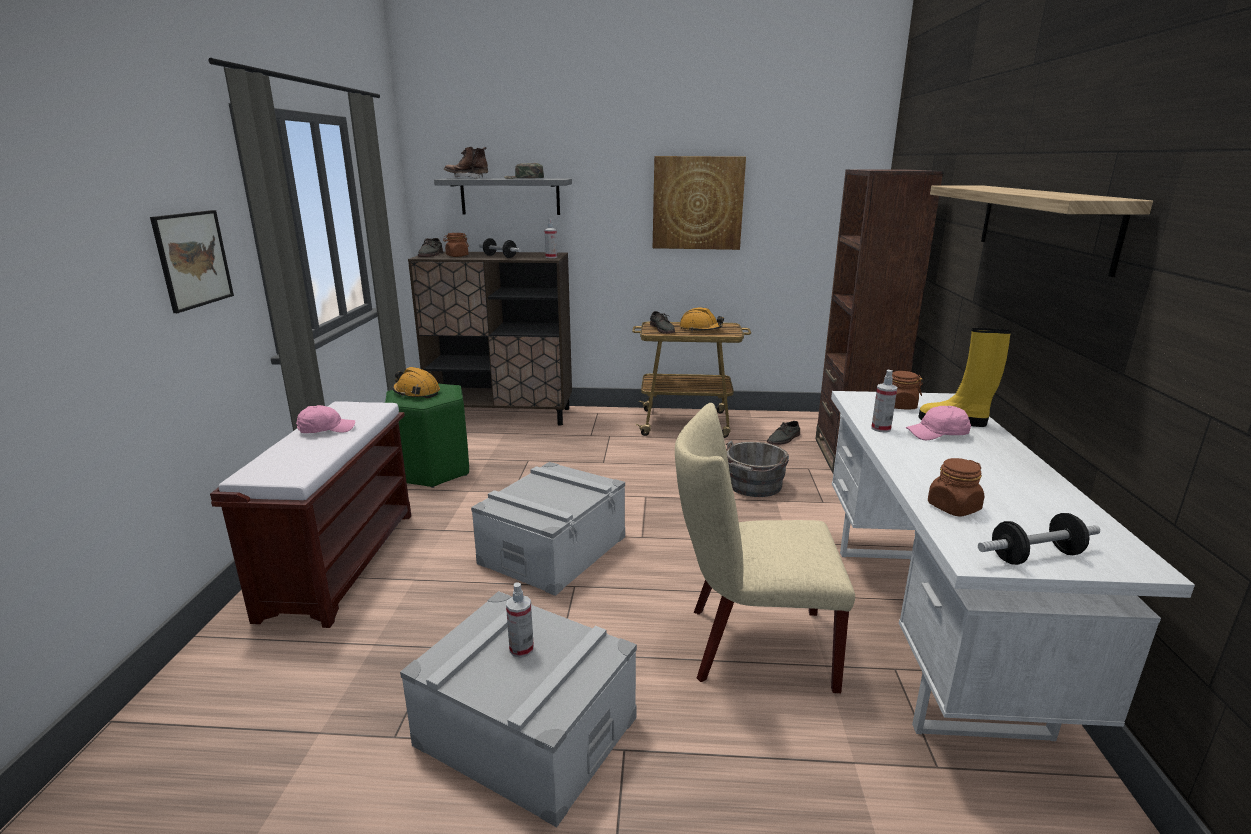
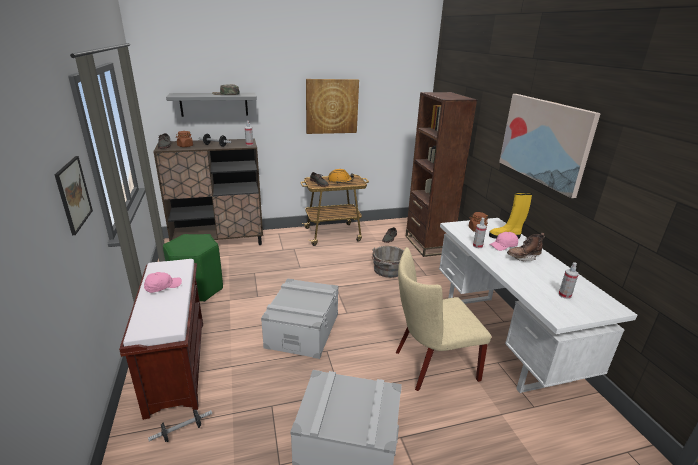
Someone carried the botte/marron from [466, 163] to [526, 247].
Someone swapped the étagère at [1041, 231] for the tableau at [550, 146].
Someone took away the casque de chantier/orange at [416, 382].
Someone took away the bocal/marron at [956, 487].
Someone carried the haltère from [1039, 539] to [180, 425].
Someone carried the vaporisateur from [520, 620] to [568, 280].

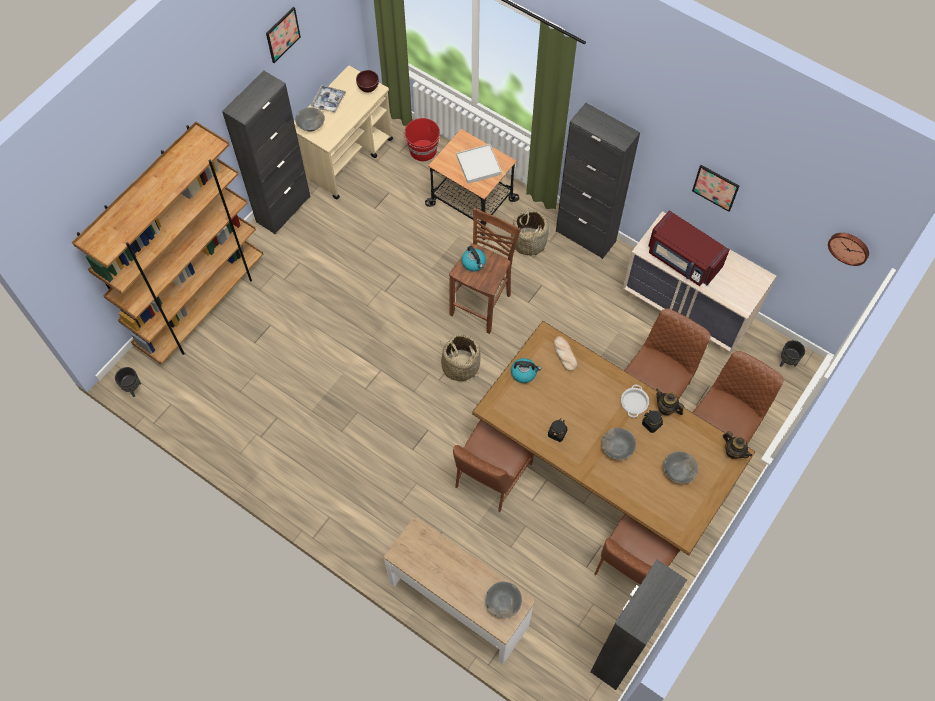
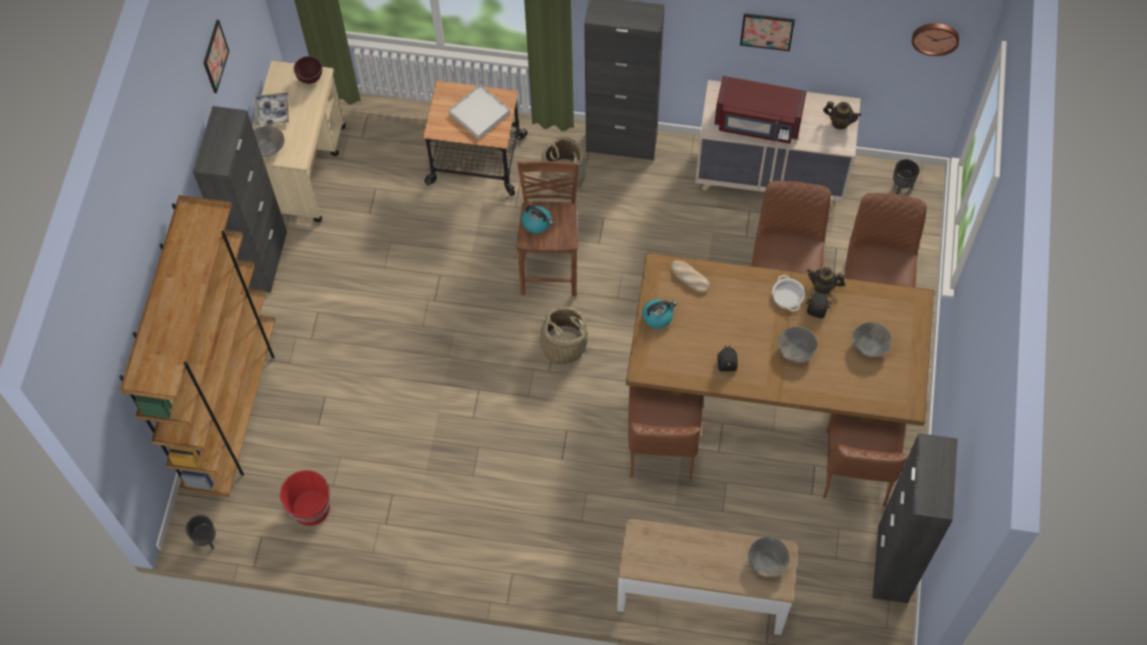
Someone carried the seau/rouge from [422, 139] to [305, 498].
Someone carried the théière from [737, 445] to [842, 115].

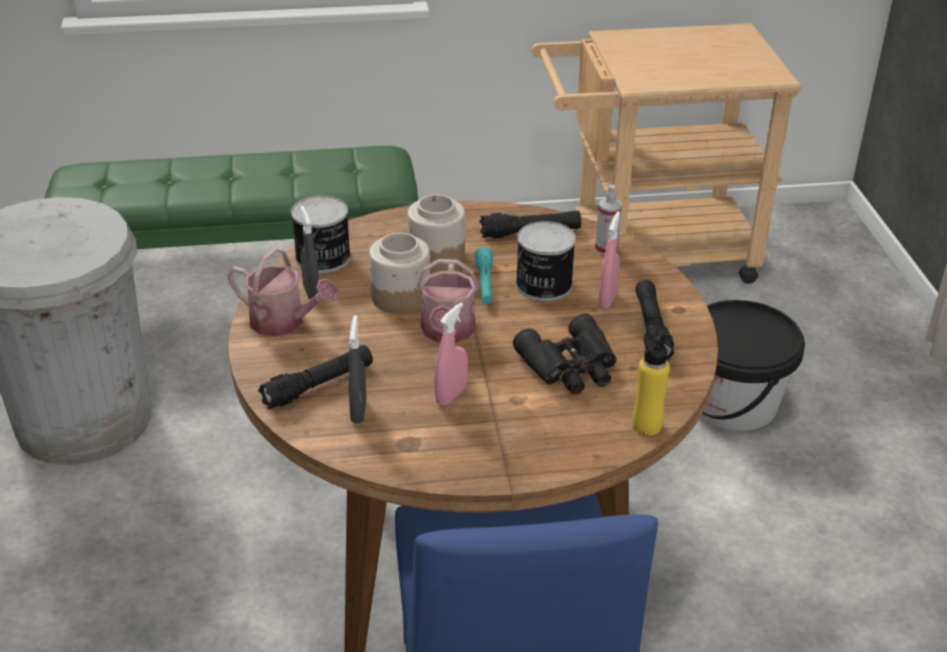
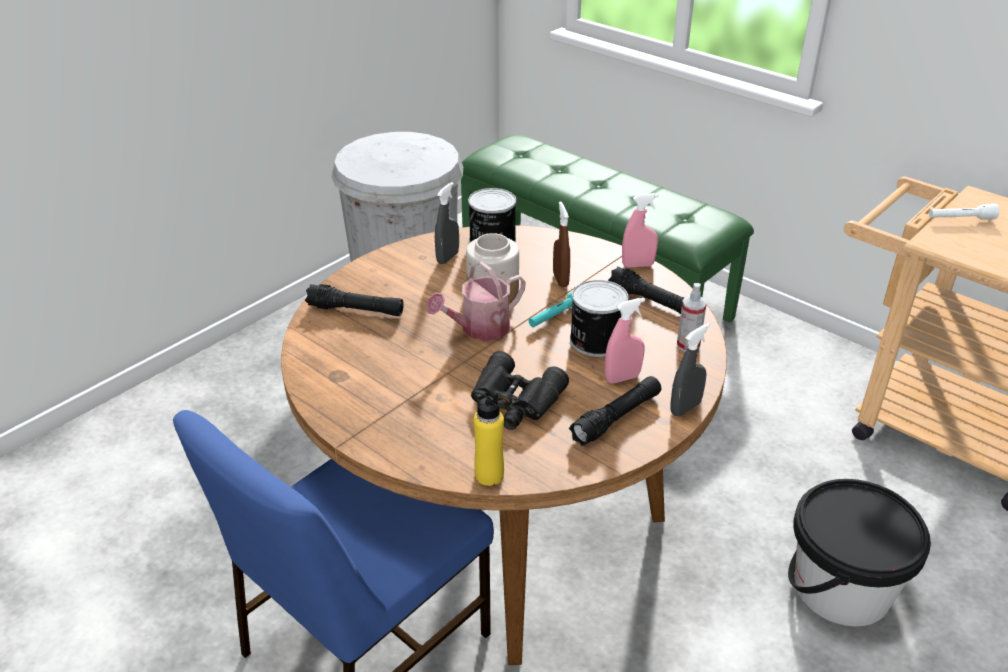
Someone swapped the bocal at [436, 233] for the vaporisateur/marron at [561, 244].
Someone took away the arrosoir at [283, 292].
Someone carried the vaporisateur/rose from [451, 354] to [640, 230].
Someone carried the vaporisateur/gris from [358, 369] to [690, 369].
Someone put down the lampe de poche/blanc at [964, 211].

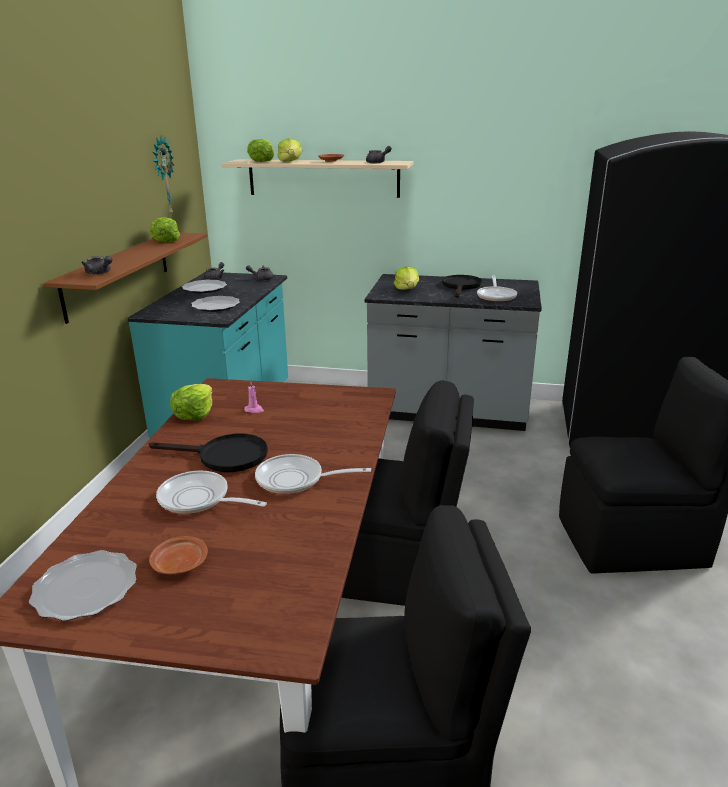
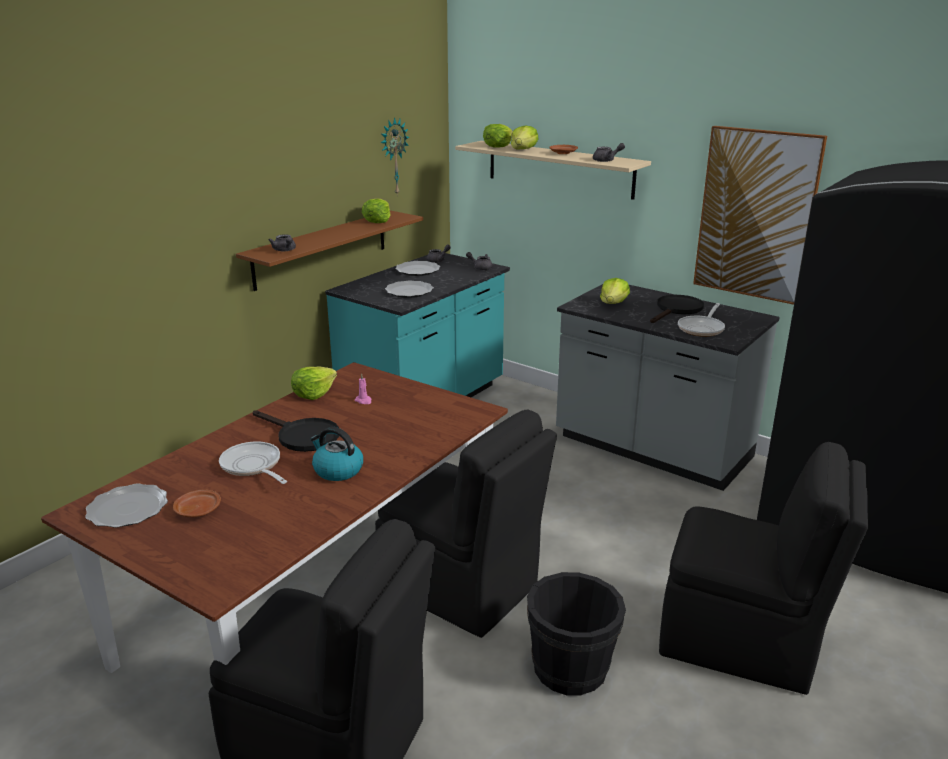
Someone swapped the poêle at [313, 474] for the bouilloire at [336, 454].
Someone put up the tableau at [760, 215].
Someone put down the seau/noir at [576, 634].

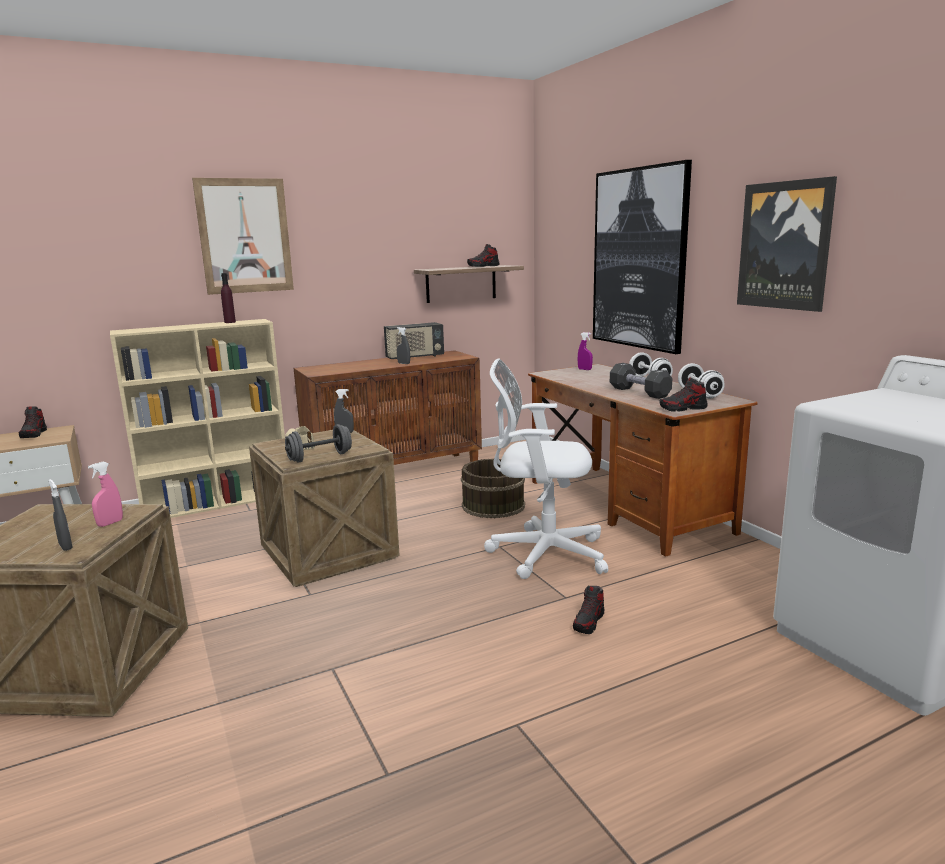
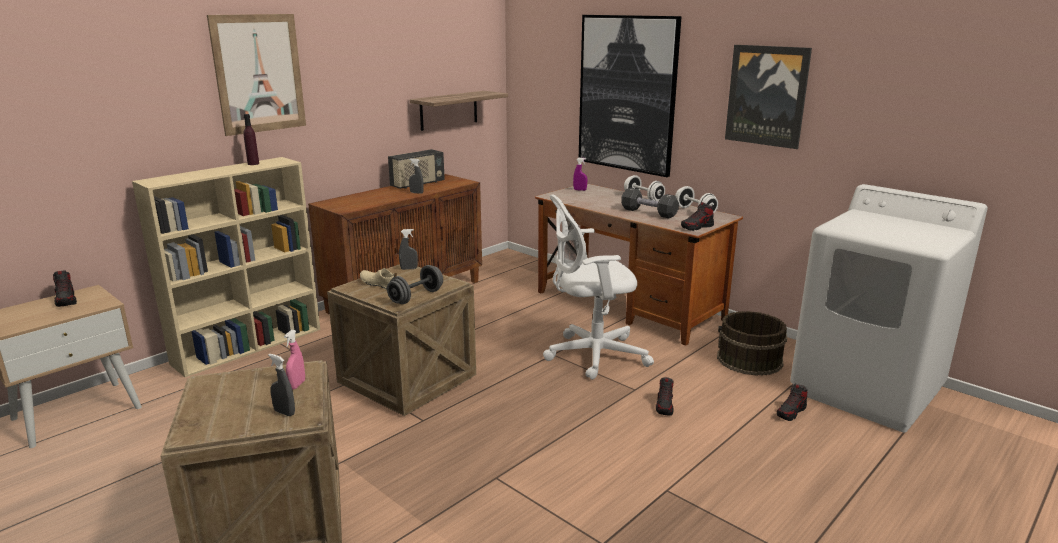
Someone carried the chaussure from [483, 255] to [792, 402].
Someone carried the seau/marron from [493, 488] to [752, 343].

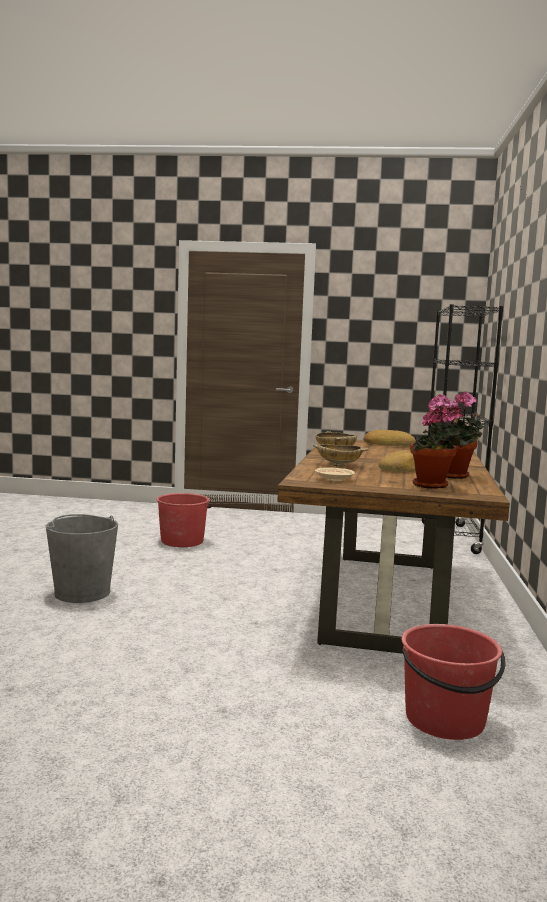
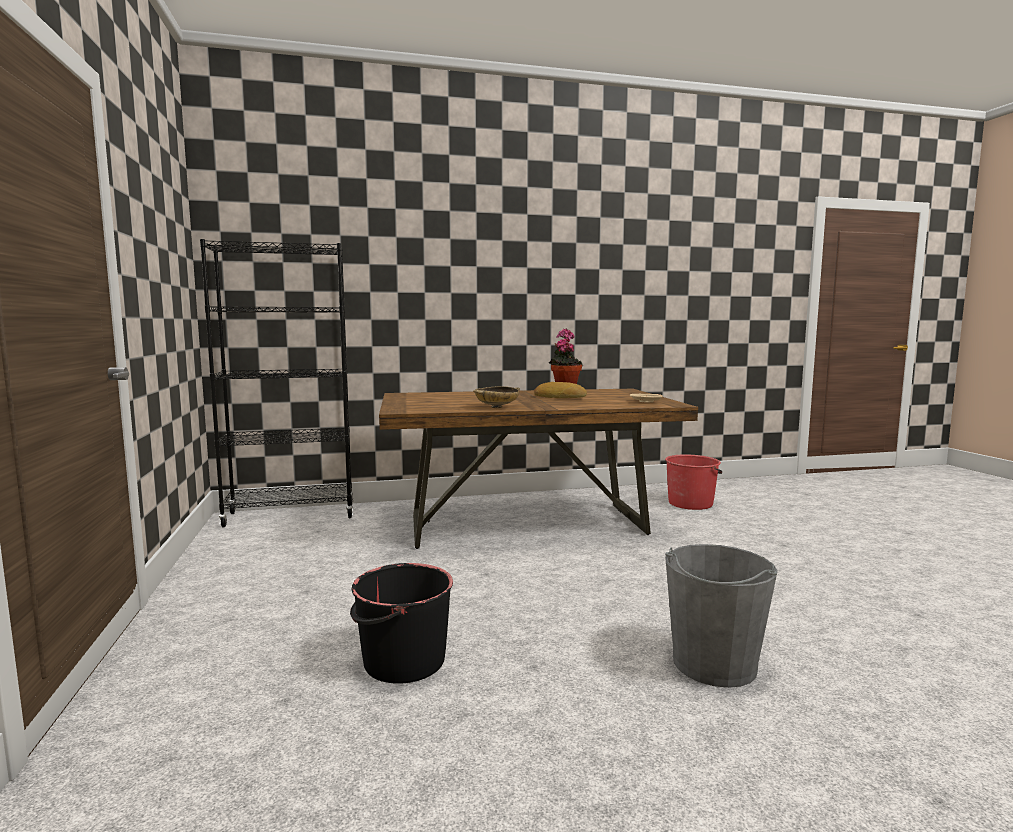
Someone took away the plante en pot at [435, 441].
Someone took away the pain at [389, 438].
Someone took away the bol/beige at [341, 455].
Someone repainted the seau/rouge at [184, 520], which became the seau/noir at [401, 623].

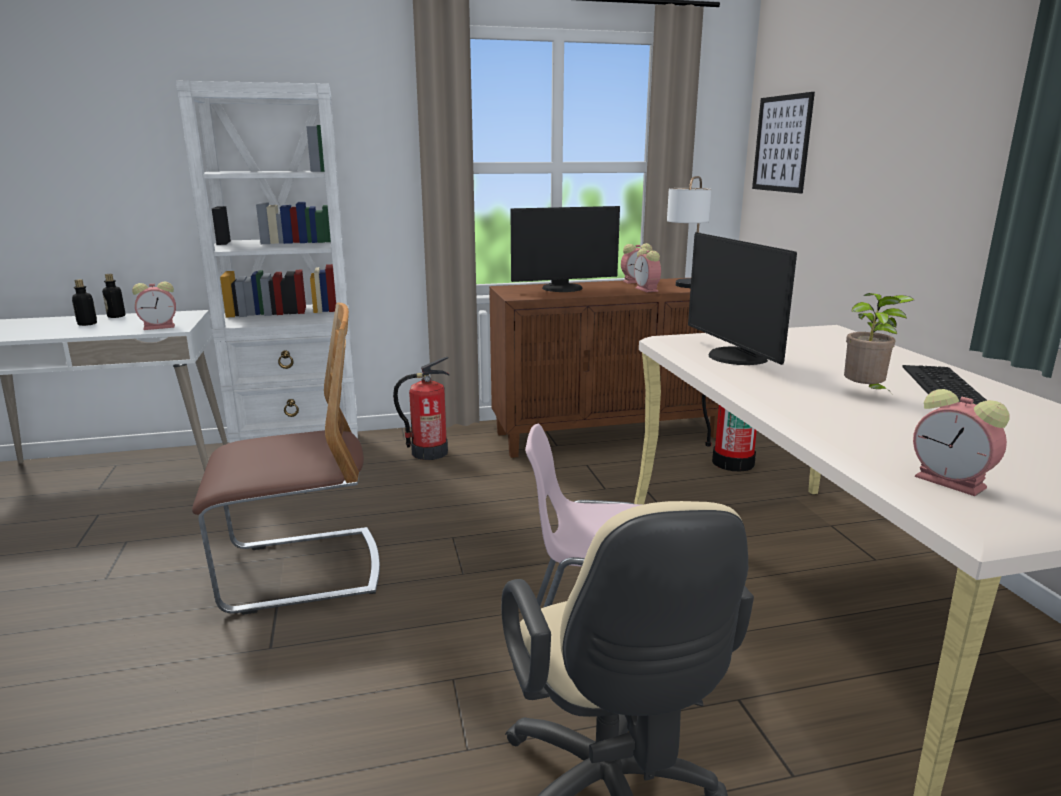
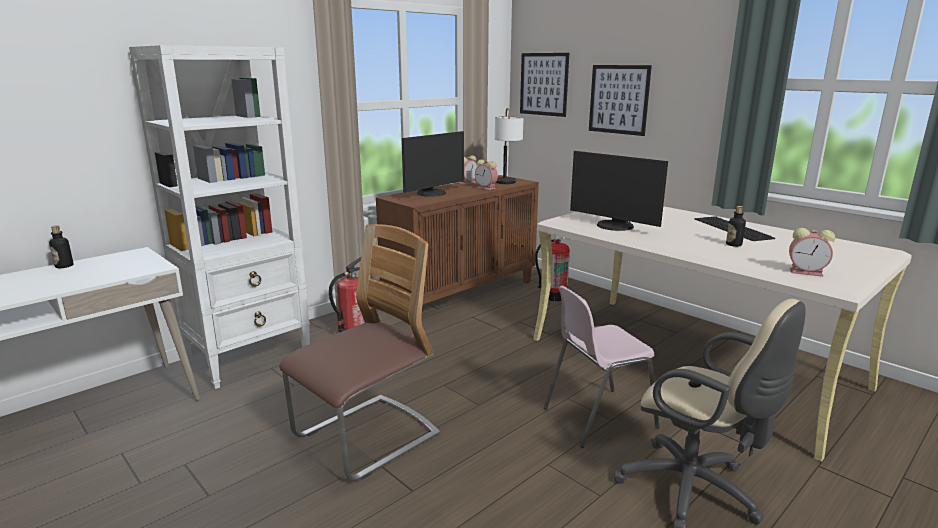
Someone carried the bouteille from [84, 302] to [736, 226].
Someone took away the réveil at [154, 305].
Someone took away the plante en pot at [879, 341].
Someone put up the tableau at [620, 100].

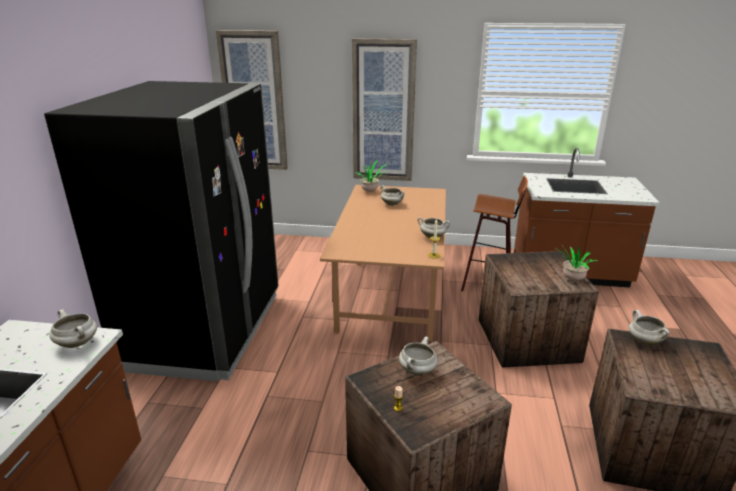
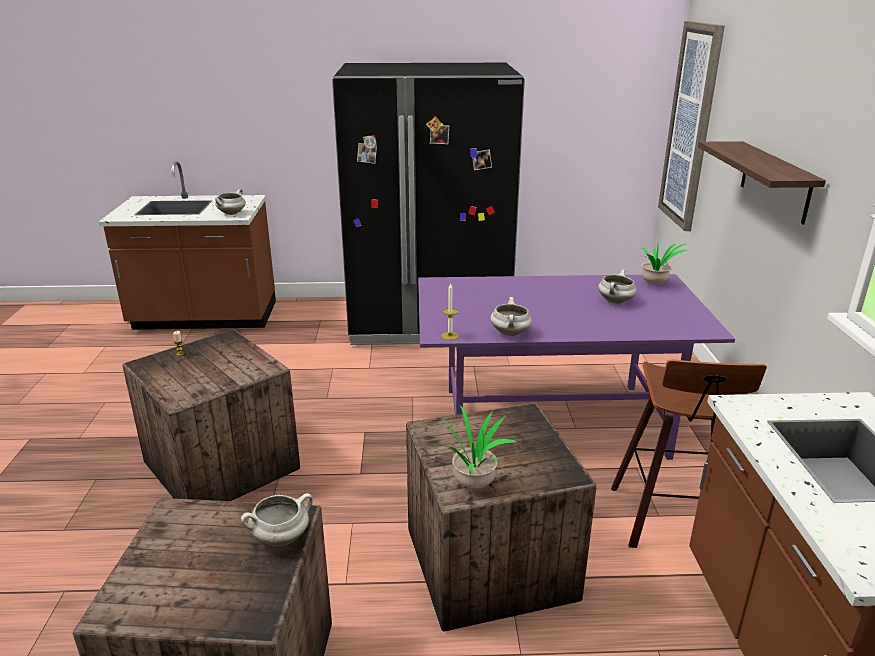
Someone swapped the tableau at [384, 109] for the étagère at [762, 182].
Someone repainted the table à manger/marron at [383, 263], which became the table à manger/violet at [576, 367].
Someone took away the marmite/blanc at [418, 355].

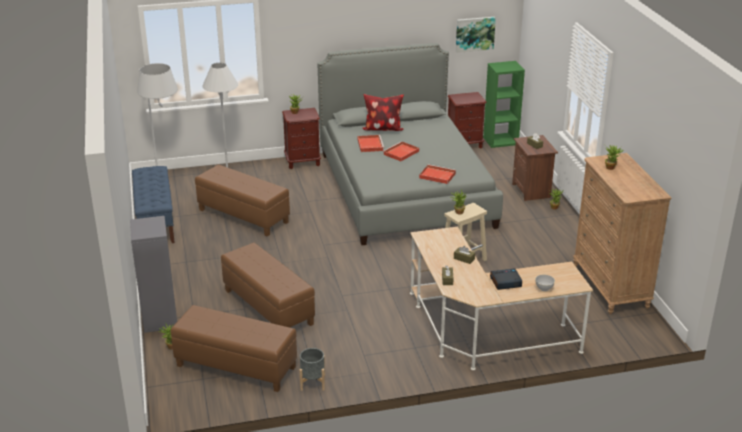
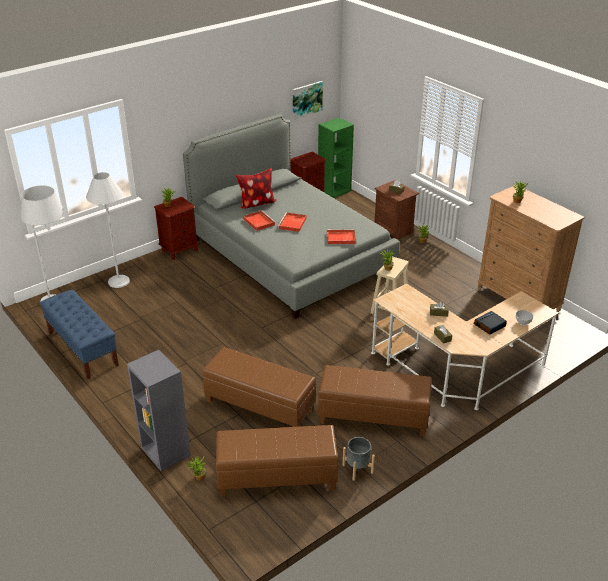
Someone carried the pouf/marron from [242, 200] to [375, 400].

